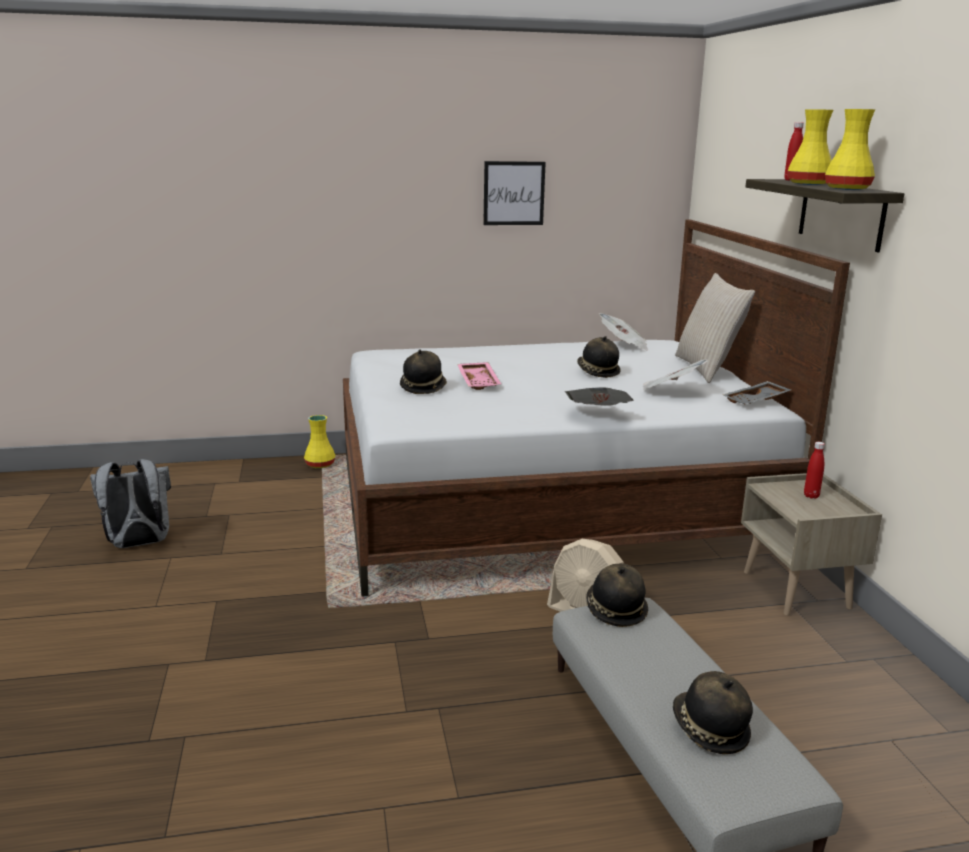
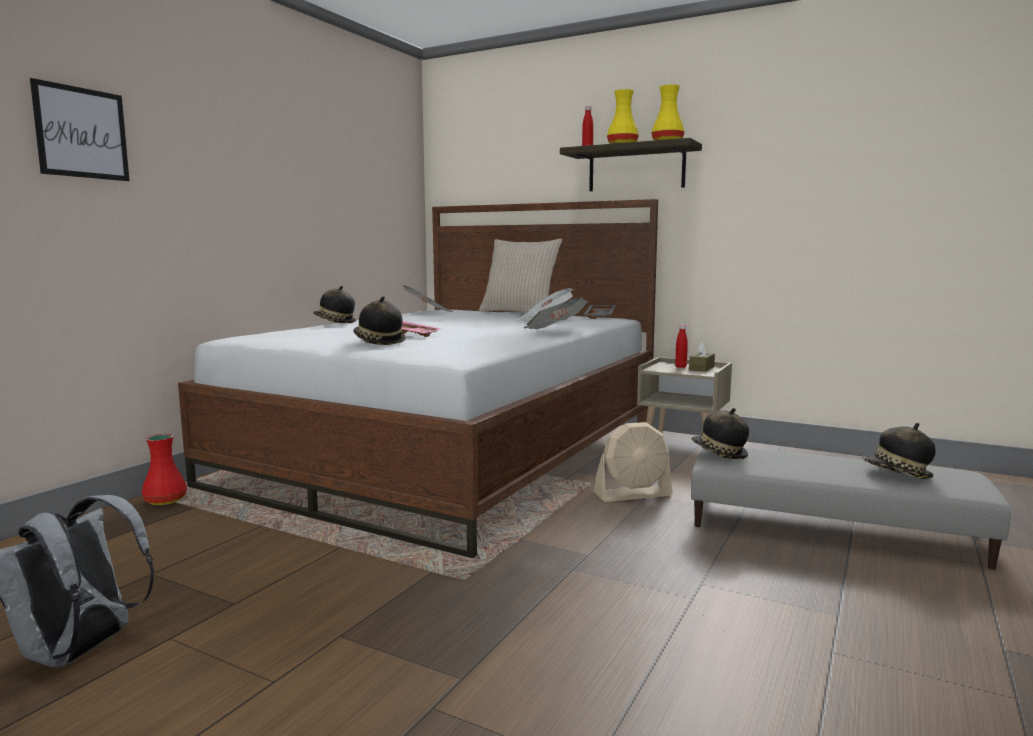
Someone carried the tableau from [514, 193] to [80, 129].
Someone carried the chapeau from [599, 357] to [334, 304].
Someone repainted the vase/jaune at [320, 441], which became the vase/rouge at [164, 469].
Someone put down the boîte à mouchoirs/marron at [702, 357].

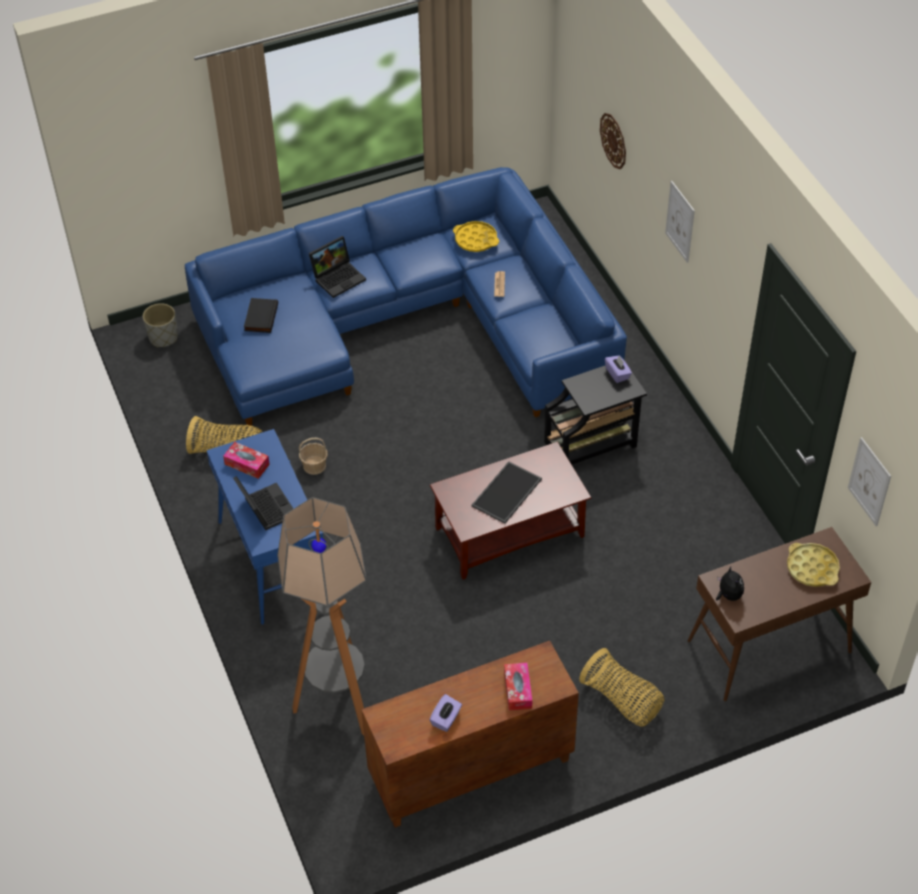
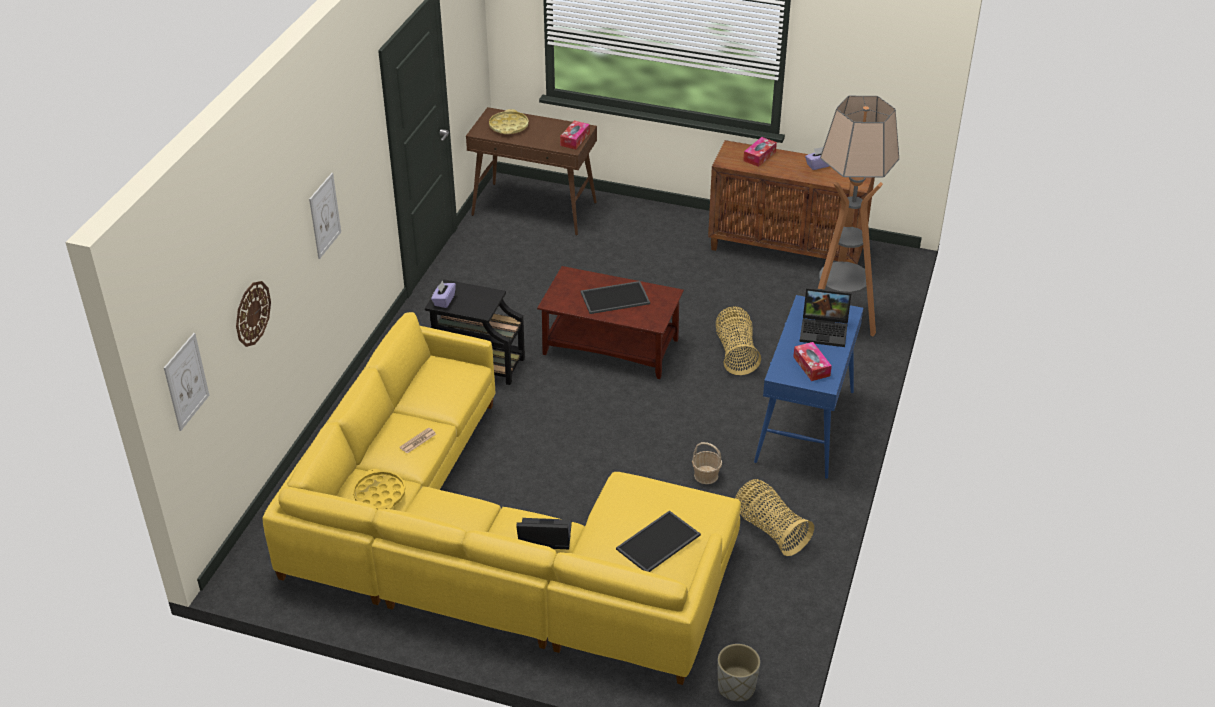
Someone repainted the canapé/bleu at [406, 296], which became the canapé/jaune at [501, 498].
Someone swapped the livre/noir at [261, 315] for the plateau at [658, 541].
Someone carried the tableau from [869, 481] to [187, 382].
Someone rotated the ordinateur portable at [263, 503] by 90 degrees counterclockwise.
Someone swapped the peluche at [730, 584] for the boîte à mouchoirs at [575, 135].
Someone carried the panier from [621, 687] to [738, 340].

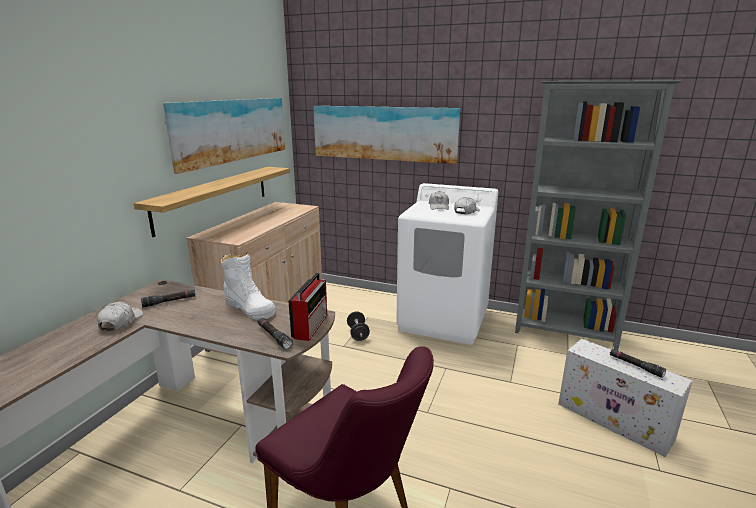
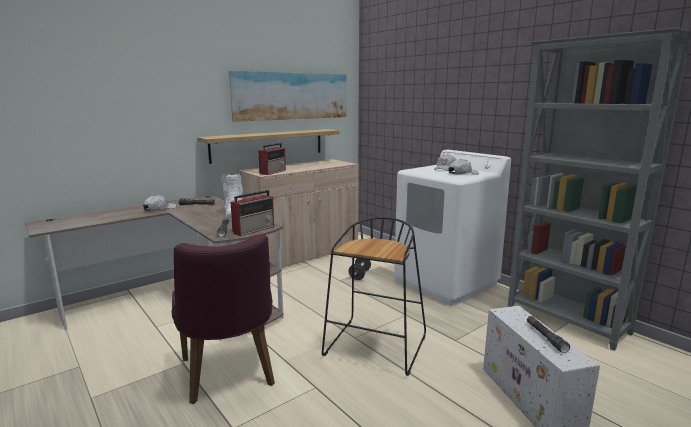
Someone took away the tableau at [386, 135].
Someone put down the radio at [272, 159].
Someone put down the tabouret/noir at [374, 296].

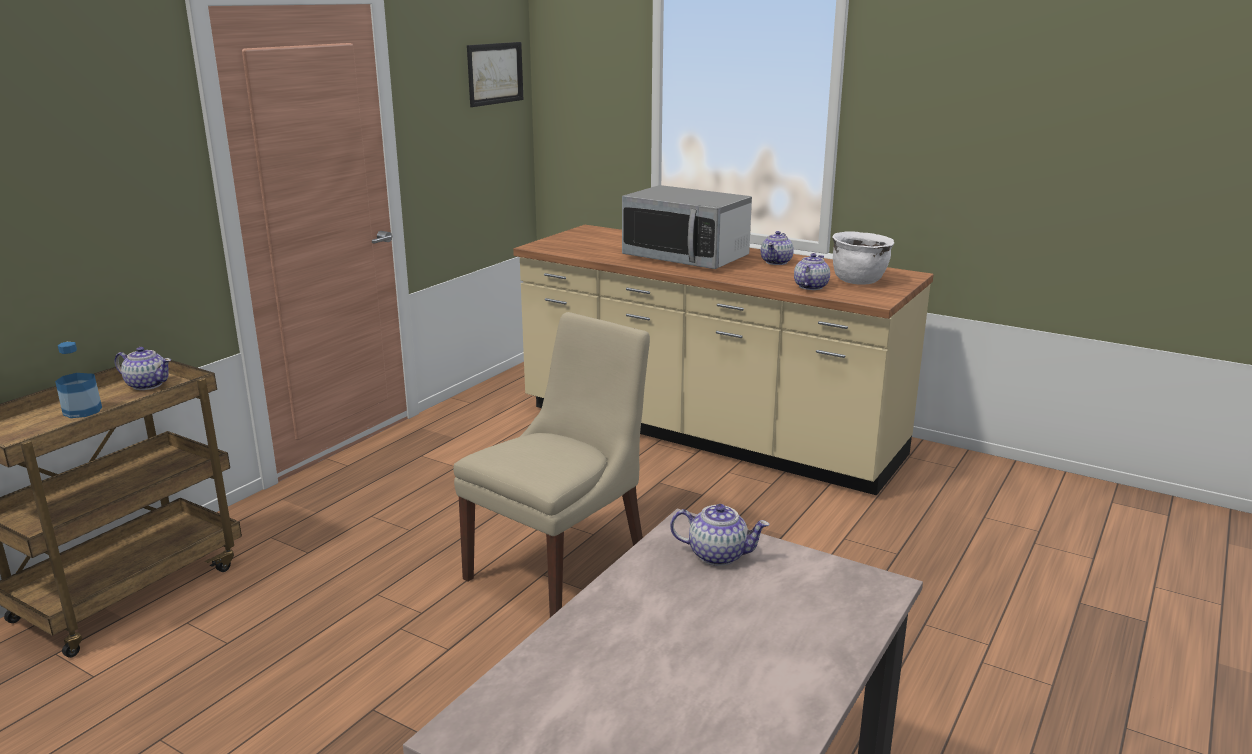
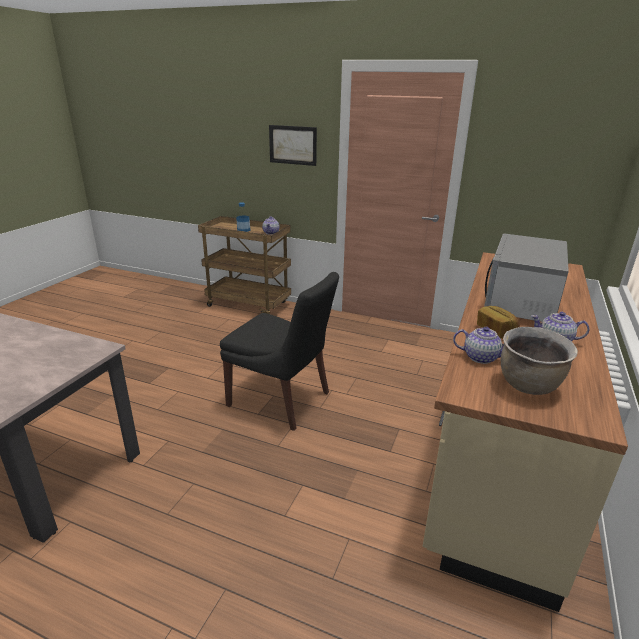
Someone carried the tableau from [495, 74] to [293, 145].
Someone repainted the marmite/blanc at [863, 258], which became the marmite/marron at [539, 361].
Someone repainted the chaise/beige at [552, 464], which became the chaise/noir at [279, 351].
Someone took away the théière at [719, 535].
Someone put down the pain at [498, 322].

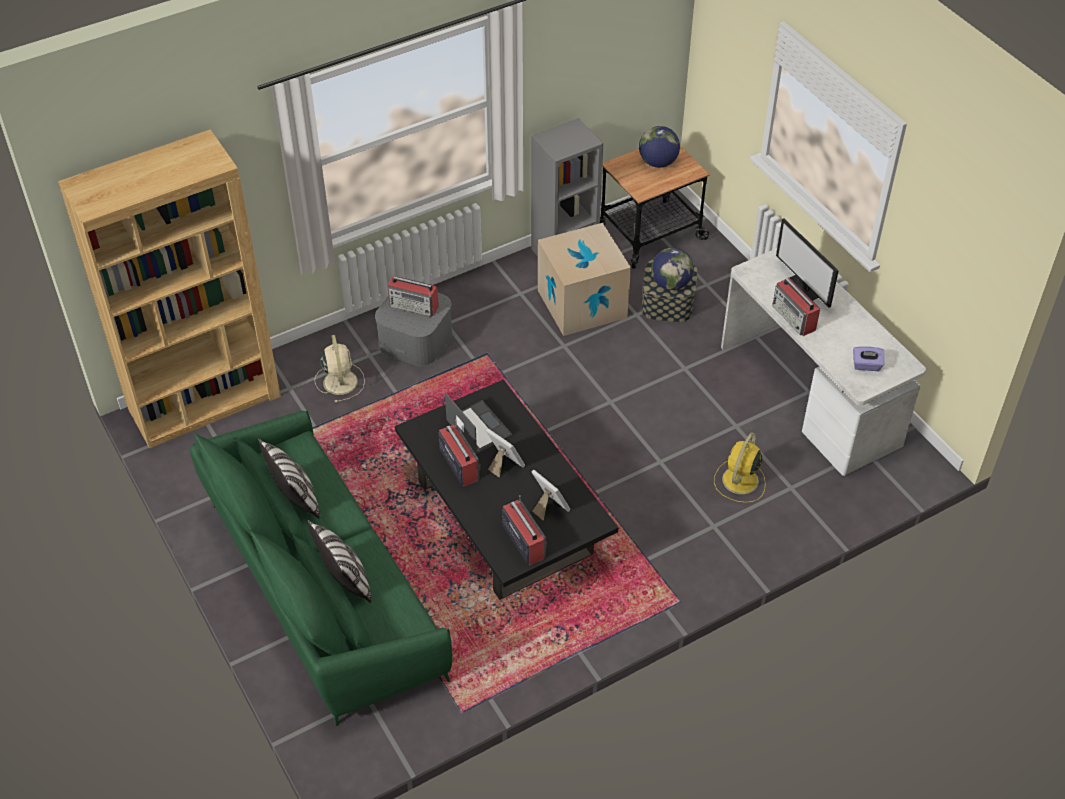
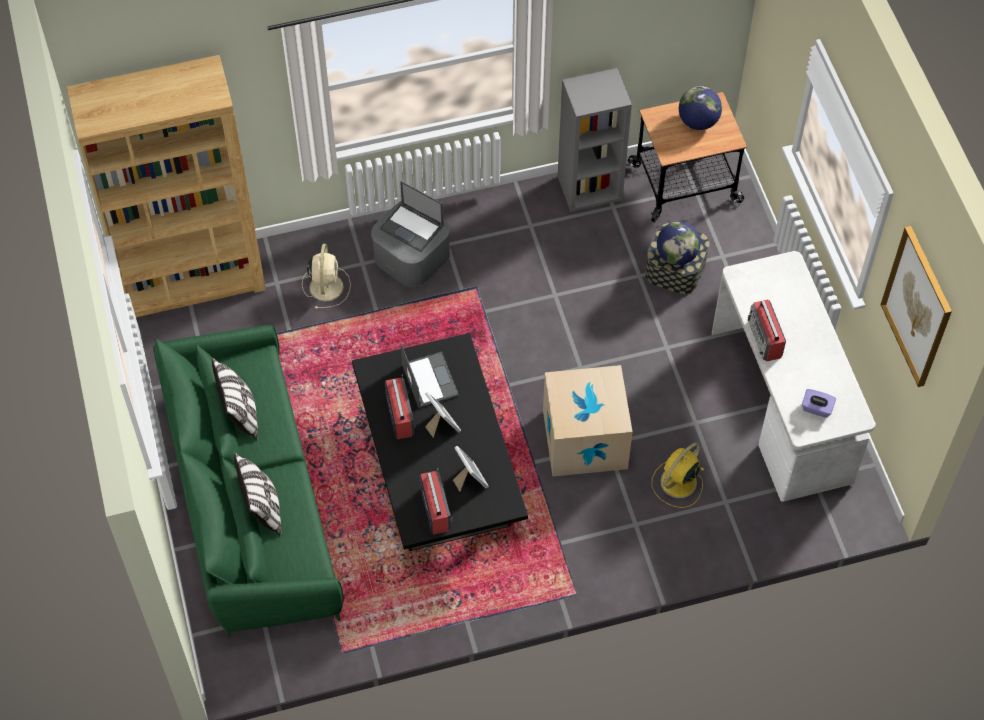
Someone took away the écran d'ordinateur at [807, 263].
Someone carried the carton from [584, 279] to [588, 421].
Someone swapped the radio at [413, 296] for the ordinateur portable at [412, 216].
Someone put up the tableau at [916, 306].

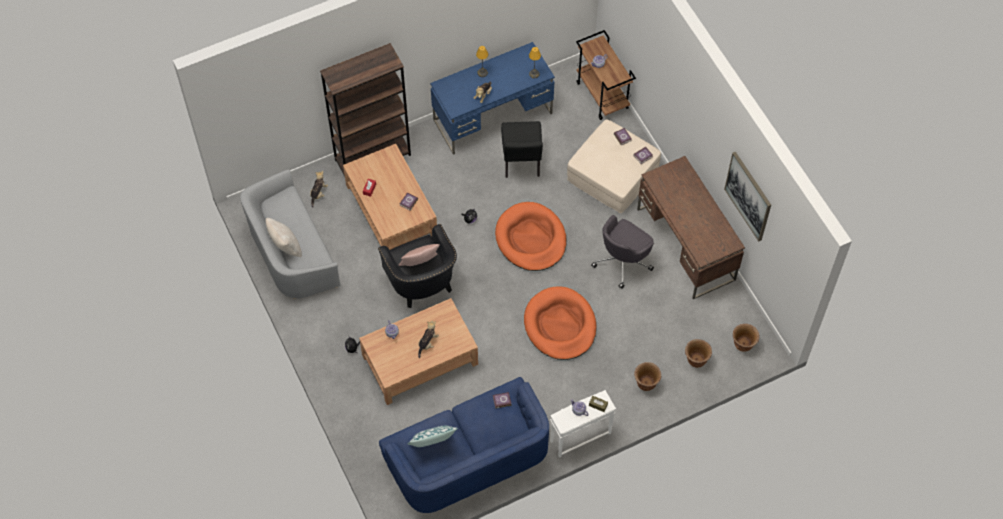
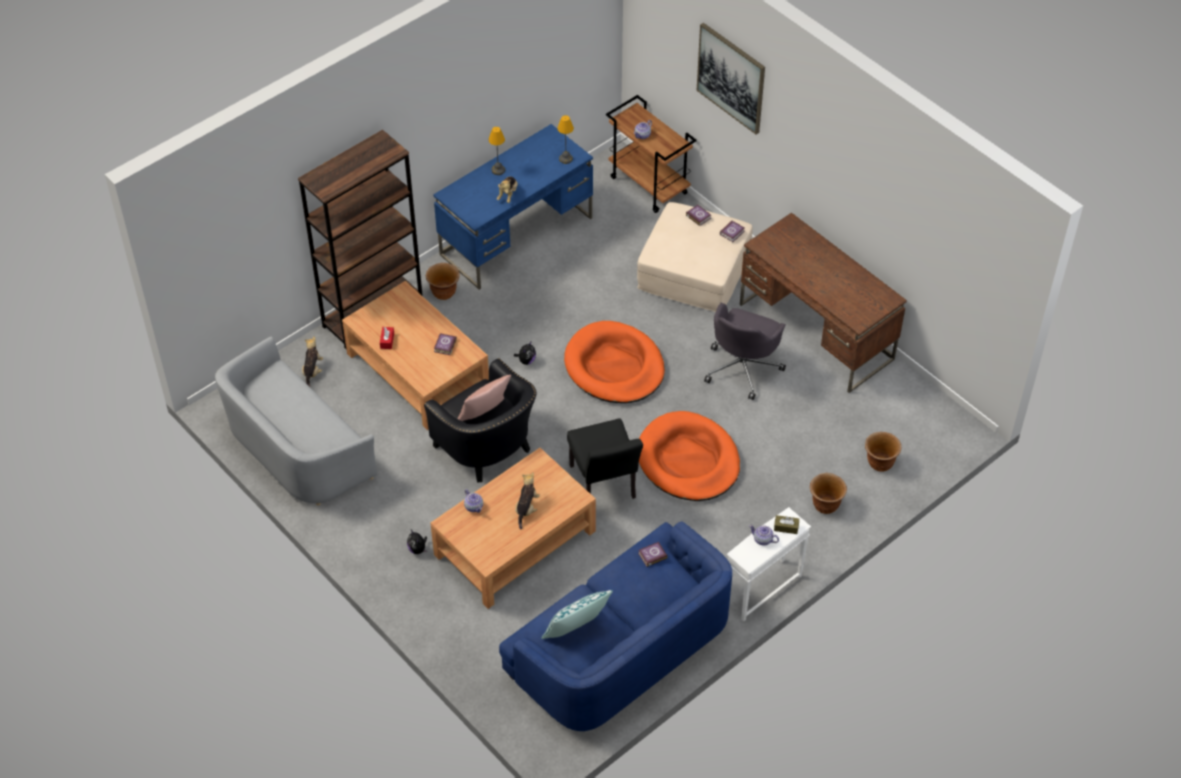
Someone carried the chaise/noir from [522, 149] to [605, 458].
Someone carried the tableau from [747, 196] to [731, 78].
Someone took away the coussin/beige at [284, 237].
Someone carried the cache-pot/marron from [746, 338] to [443, 281].

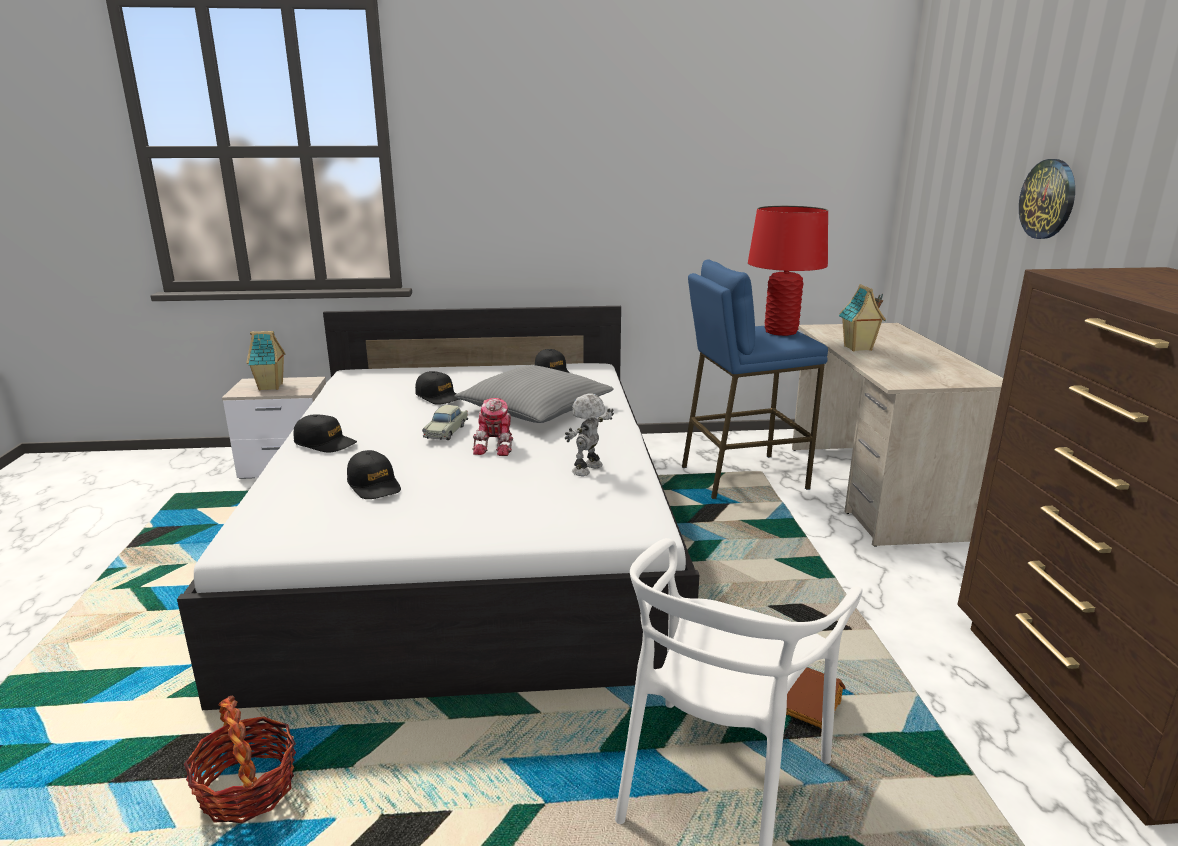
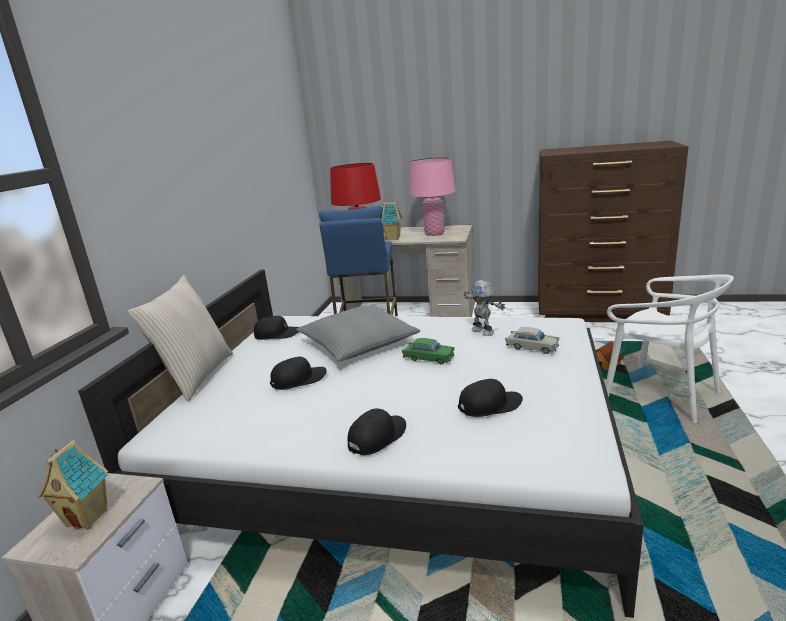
Someone took away the horloge murale at [1047, 199].
Someone swapped the robot jouet at [492, 427] for the petite voiture/vert at [428, 351].
Someone carried the petite voiture/beige from [445, 422] to [532, 340].
Someone took away the panier at [240, 759].
Someone put down the lampe de table/rose at [432, 196].
Someone put down the coussin/beige at [180, 338].

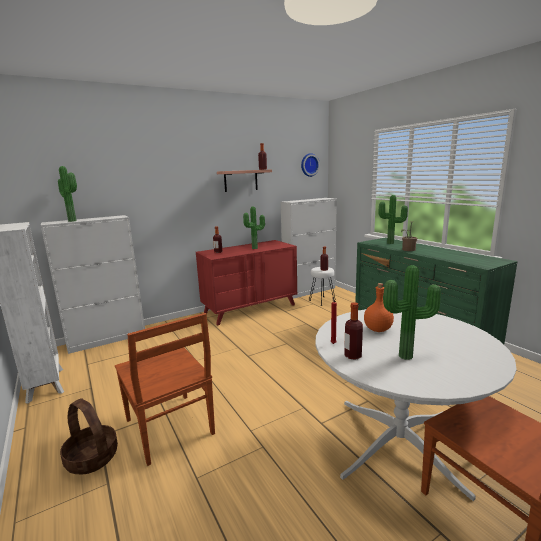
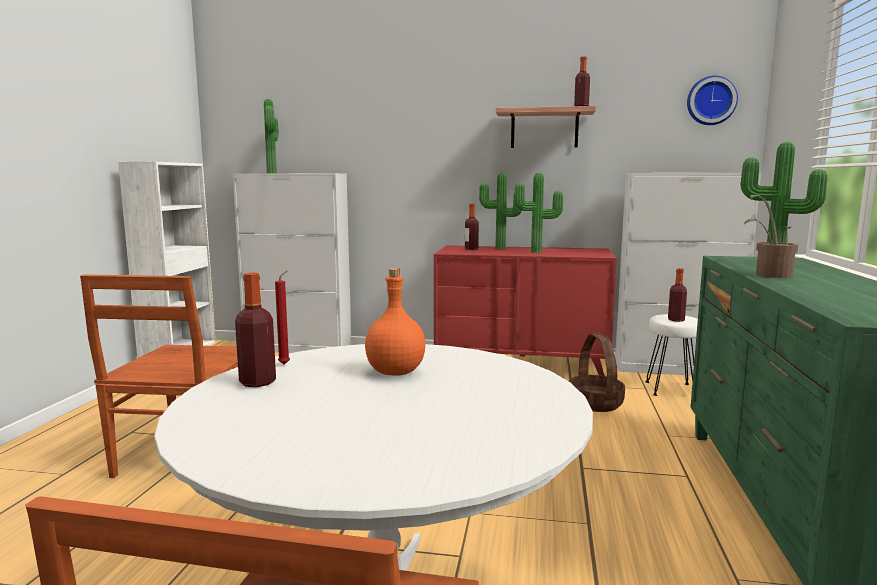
Someone carried the plante en pot from [412, 312] to [500, 211].
Someone carried the panier from [89, 436] to [597, 372].

